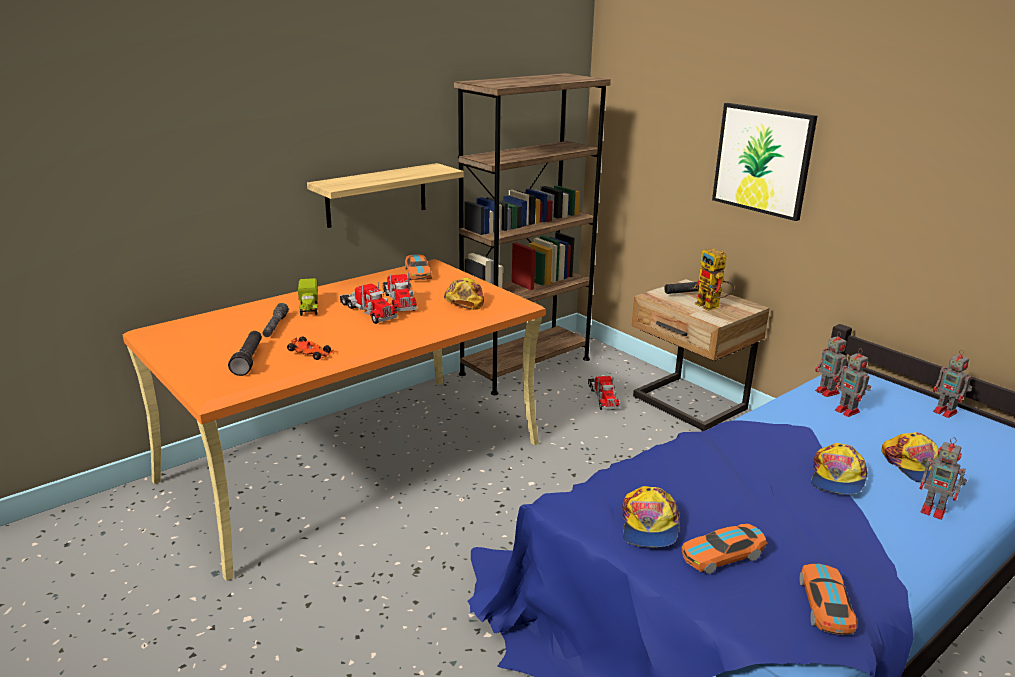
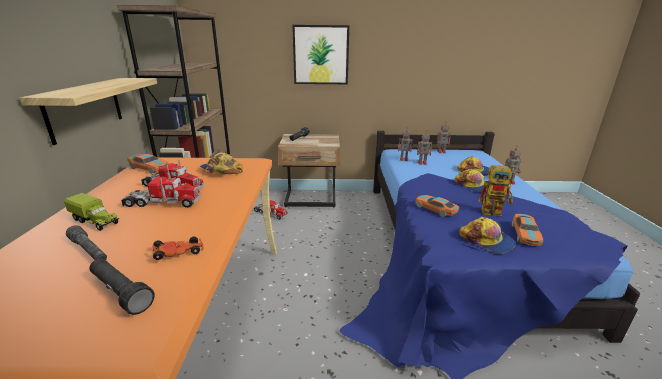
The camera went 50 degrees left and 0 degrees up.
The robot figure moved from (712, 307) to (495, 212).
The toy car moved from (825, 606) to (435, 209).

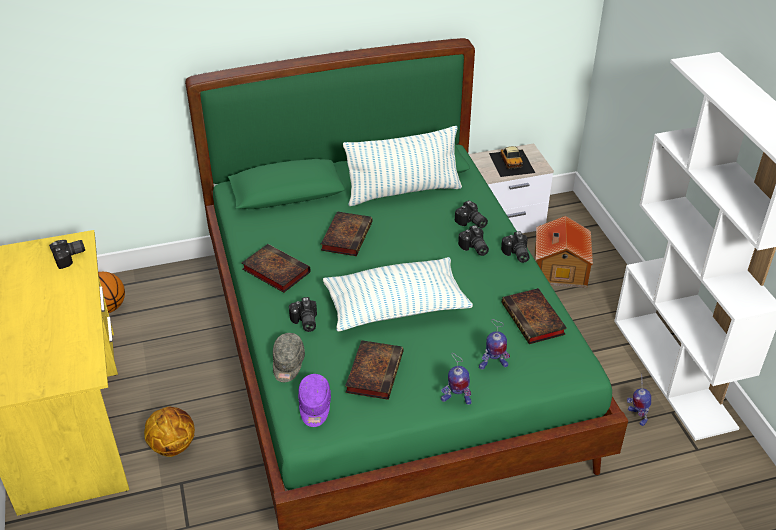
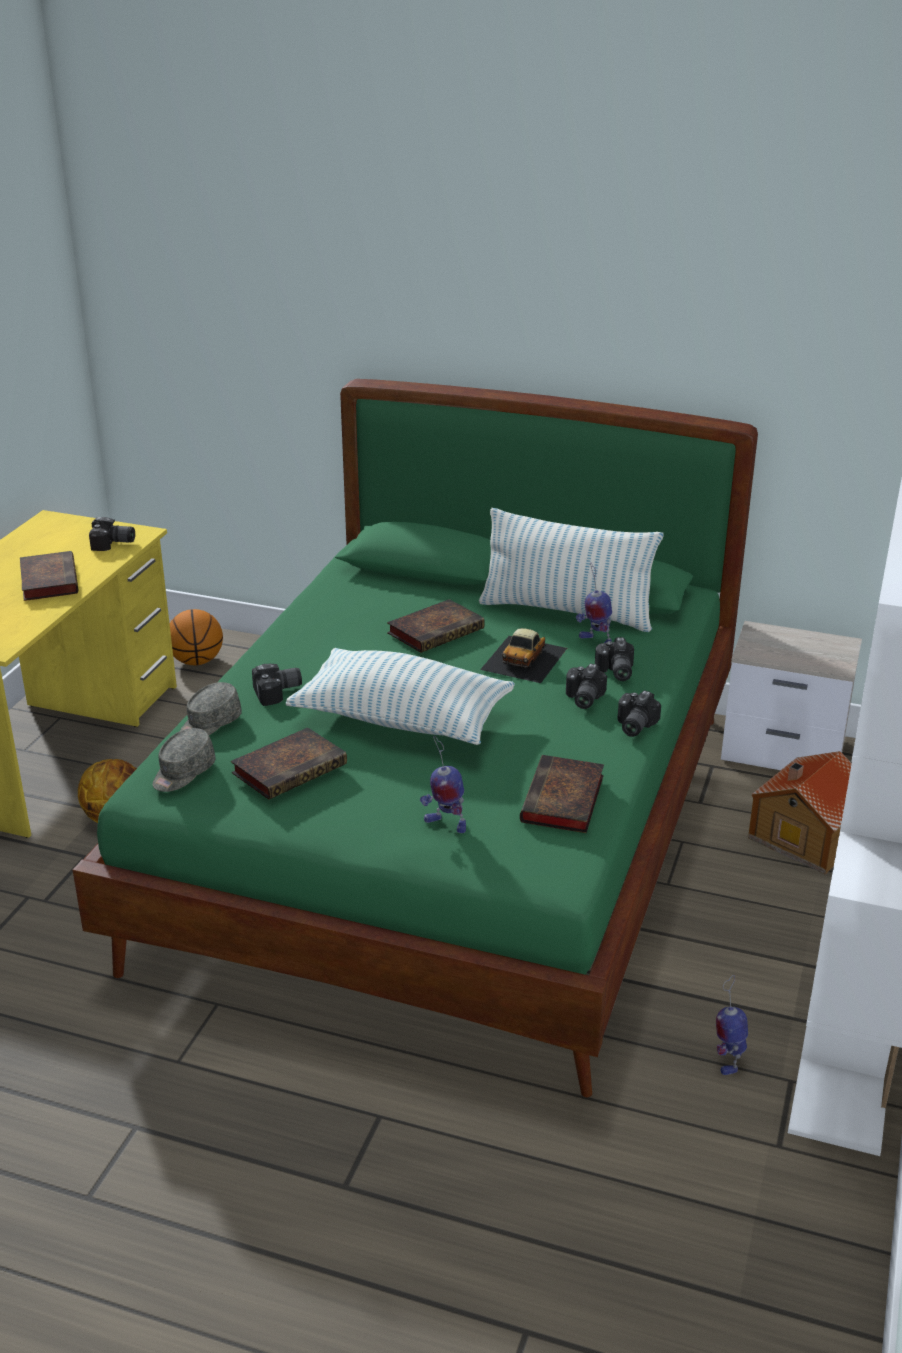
The camera went 35 degrees right and 10 degrees down.
The bound book moved from (274, 271) to (48, 580).
The robot figure moved from (456, 399) to (595, 641).
The toy car moved from (512, 162) to (525, 658).
The cap/purple-coloured at (314, 407) became the cap/gray at (183, 773).
The still camera at (304, 322) turned 135 degrees counterclockwise.

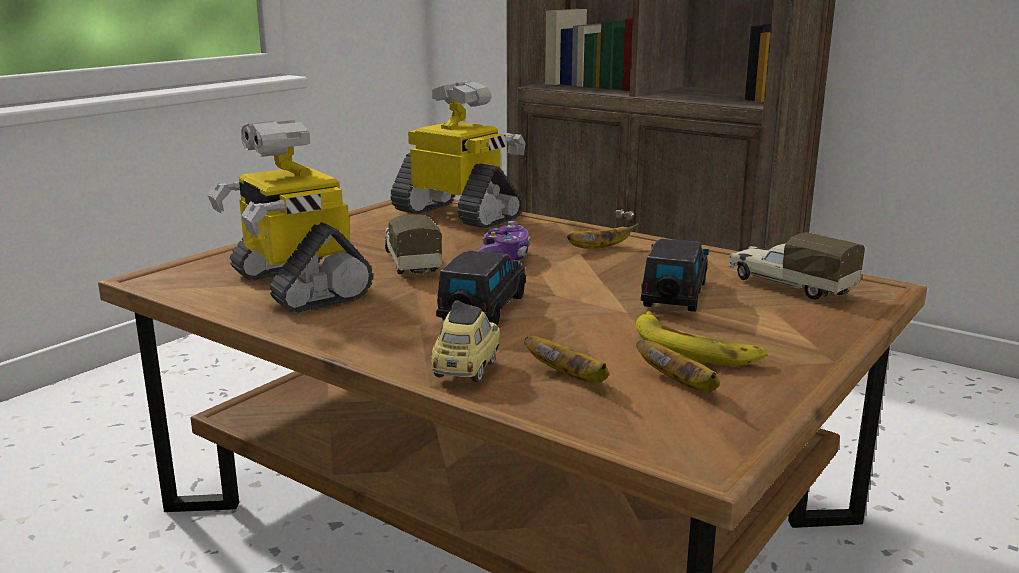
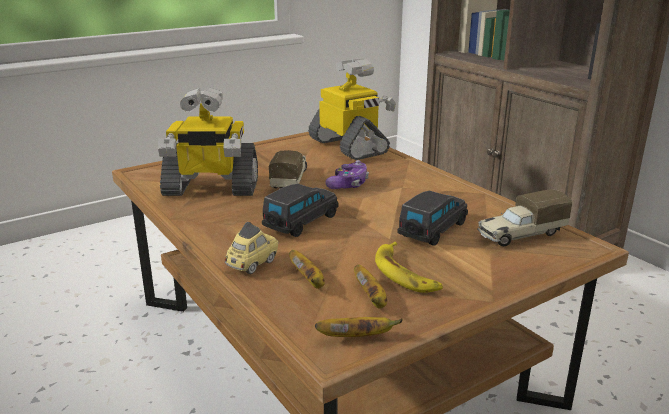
The camera went 20 degrees right and 5 degrees up.
The whole banana moved from (599, 249) to (356, 337).
The robot figure at (296, 286) turned 75 degrees counterclockwise.
The model truck at (788, 285) turned 90 degrees counterclockwise.

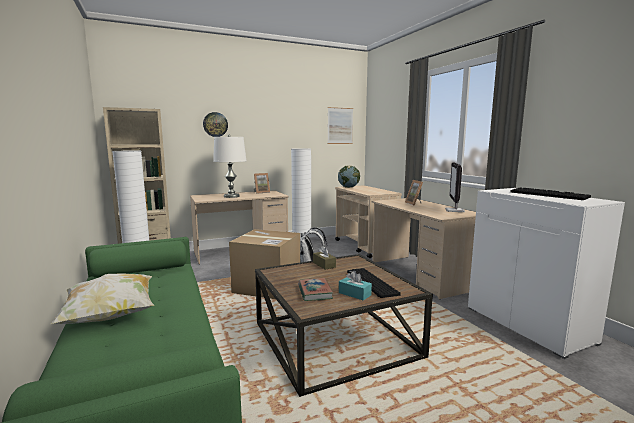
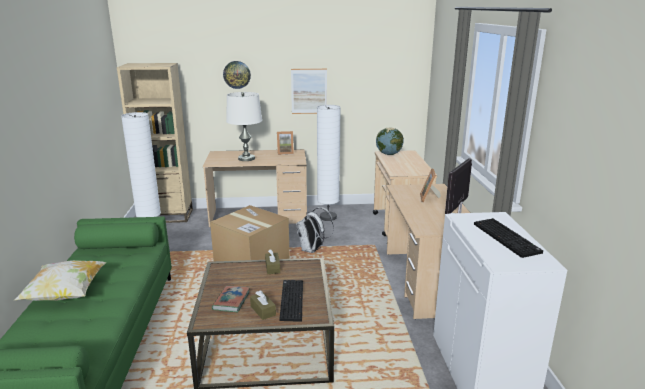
The camera went 20 degrees right and 10 degrees up.
The wall art moved from (340, 126) to (309, 91).
The box of tissues/turquoise-coloured at (354, 294) became the box of tissues/brown-coloured at (263, 310).

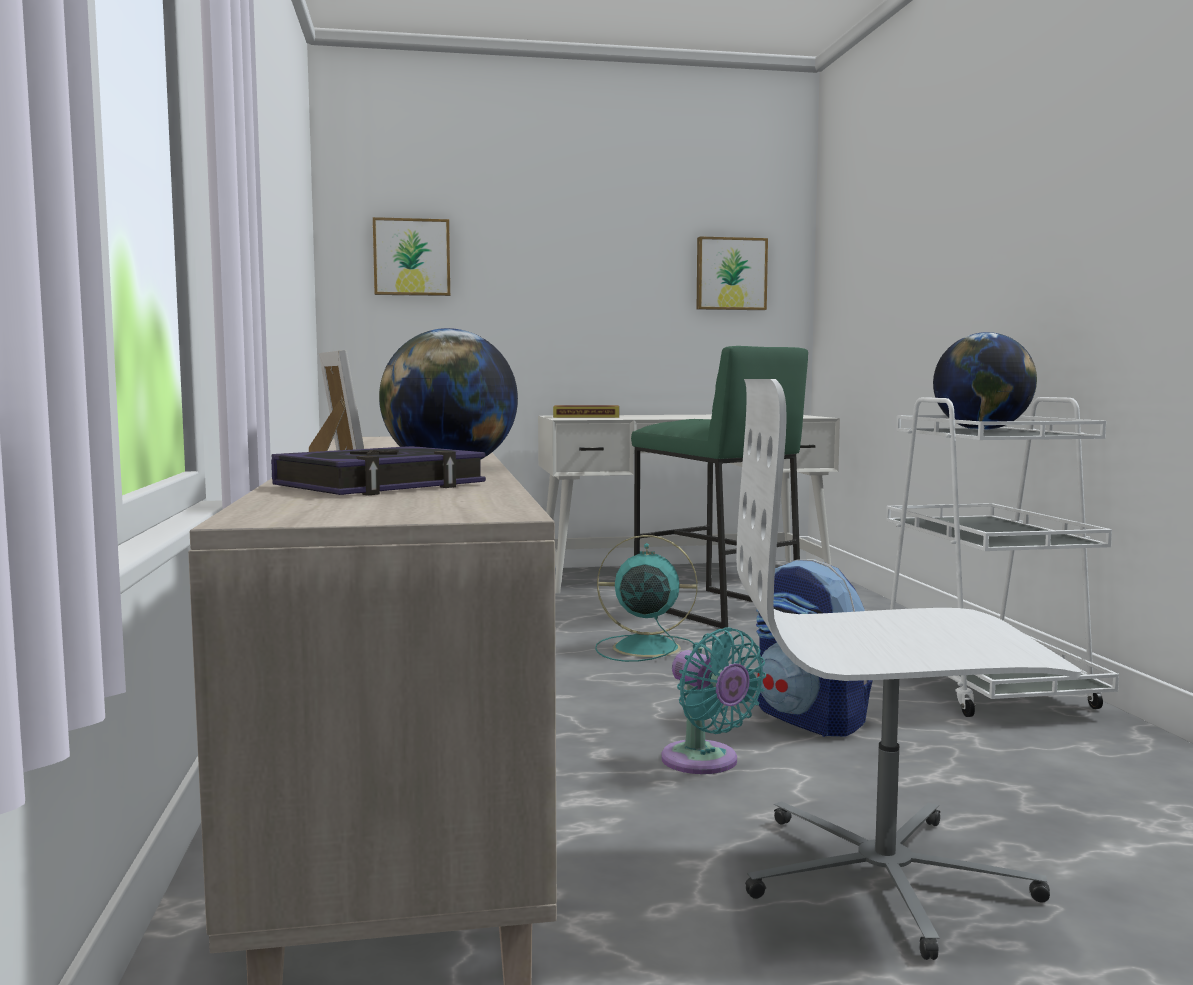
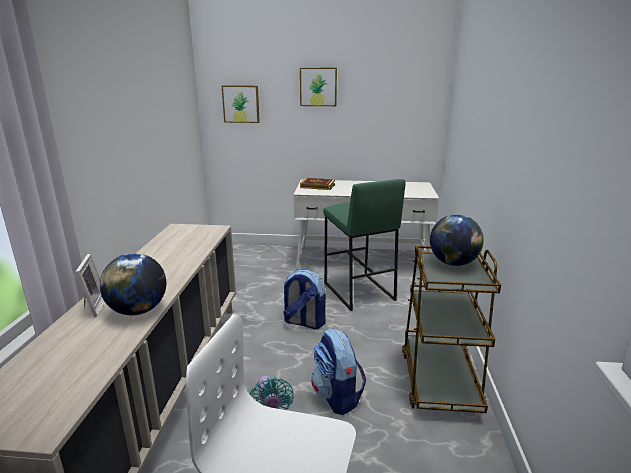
The camera went 15 degrees right and 15 degrees up.
The bound book at (381, 485) disappeared.
The wall art moved from (730, 274) to (318, 86).
The fan/turquoise-coloured at (643, 648) was replaced by the backpack at (303, 322).
The wheeled cart/white-coloured at (982, 685) became the wheeled cart/brown-coloured at (439, 380).

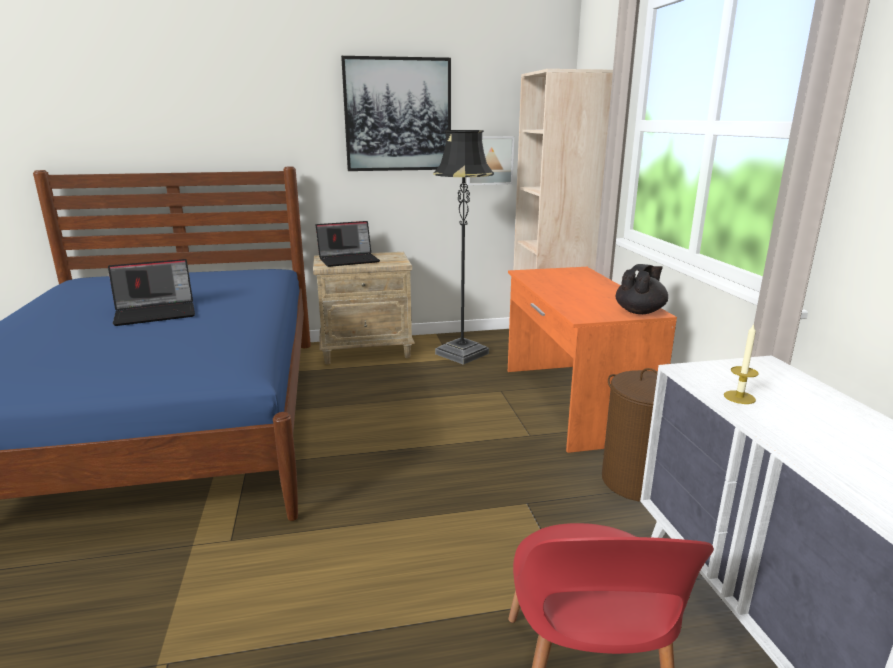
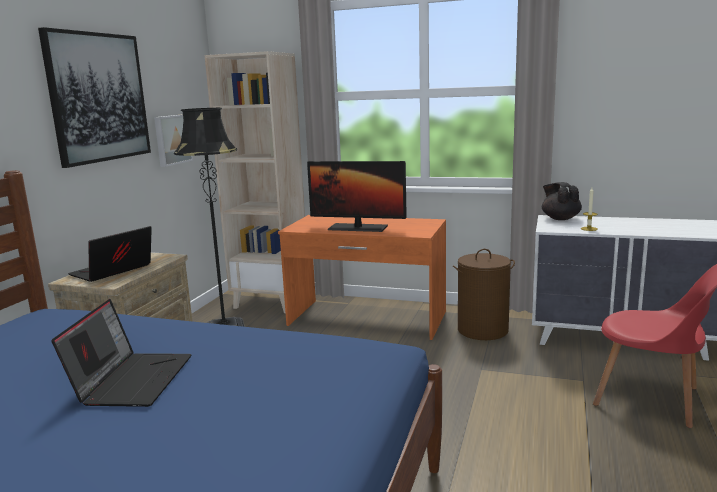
The camera went 60 degrees left and 5 degrees down.
The computer screen at (357, 228) appeared.
The teapot/black-coloured moved from (640, 311) to (560, 218).
The laptop at (349, 260) turned 150 degrees counterclockwise.

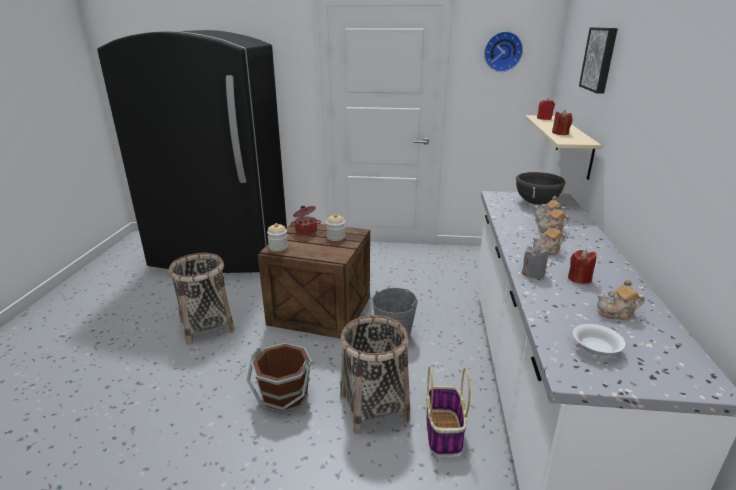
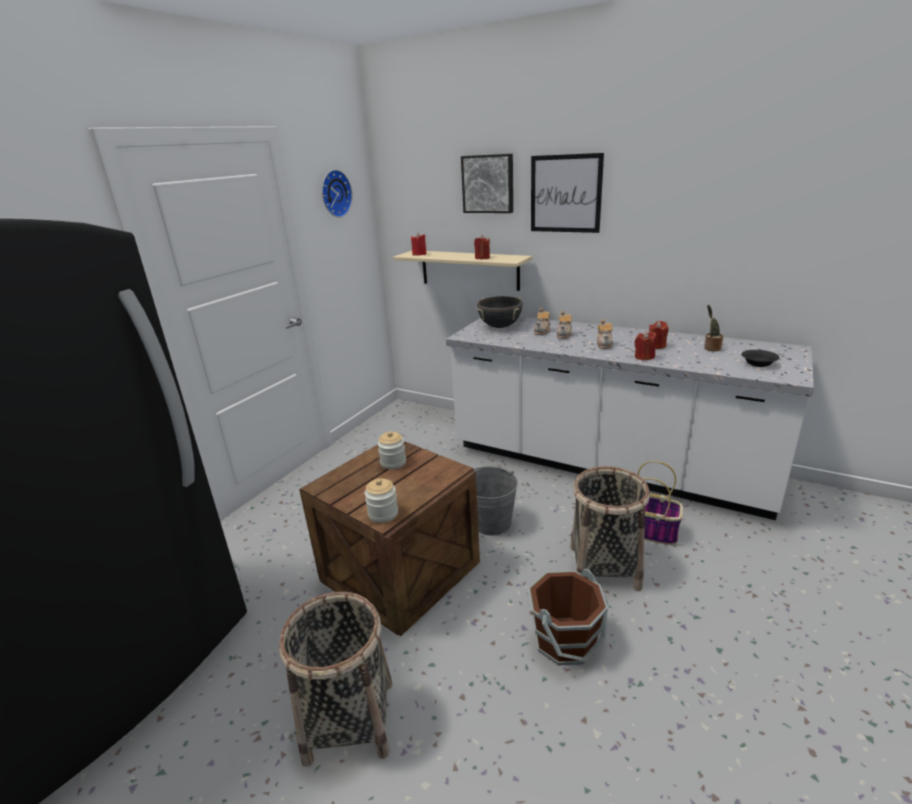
The camera went 65 degrees left and 0 degrees up.
The saucepot at (306, 231) disappeared.
The wall art at (565, 194) appeared.
The teapot at (616, 313) was replaced by the potted plant at (711, 348).
The wax candle/gray at (533, 273) became the wax candle/red-coloured at (644, 357).
The serving bowl/white-coloured at (595, 349) became the serving bowl/black-coloured at (758, 364).

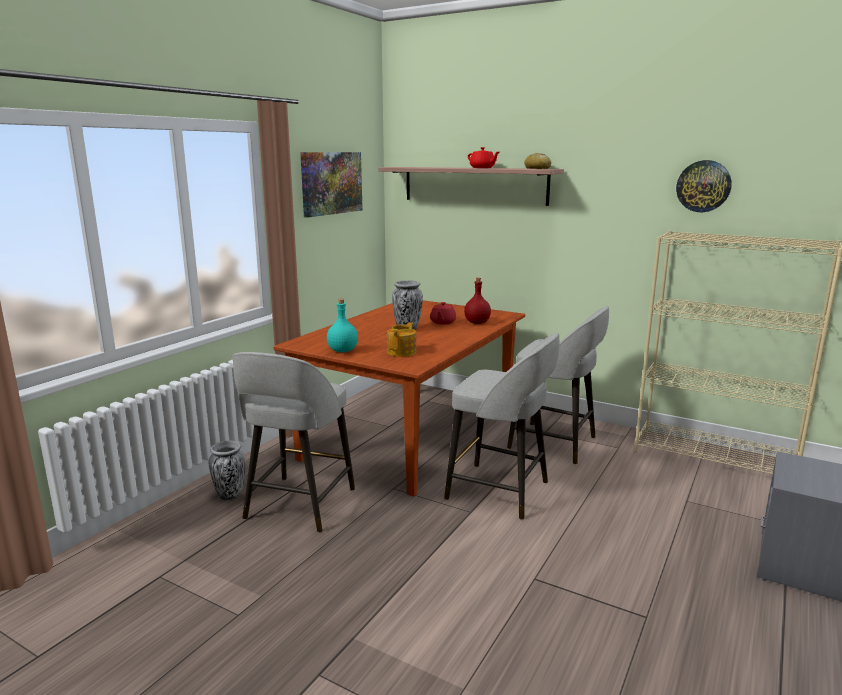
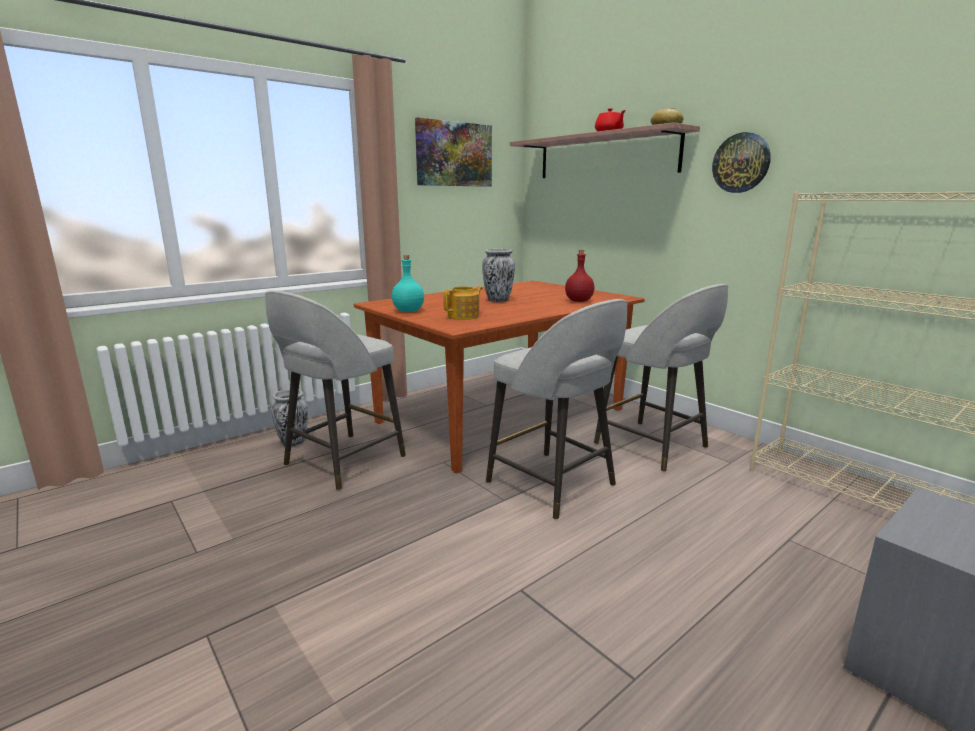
The camera went 20 degrees right and 0 degrees up.
The teapot/red-coloured at (442, 322) disappeared.
The wall clock moved from (703, 186) to (741, 163).

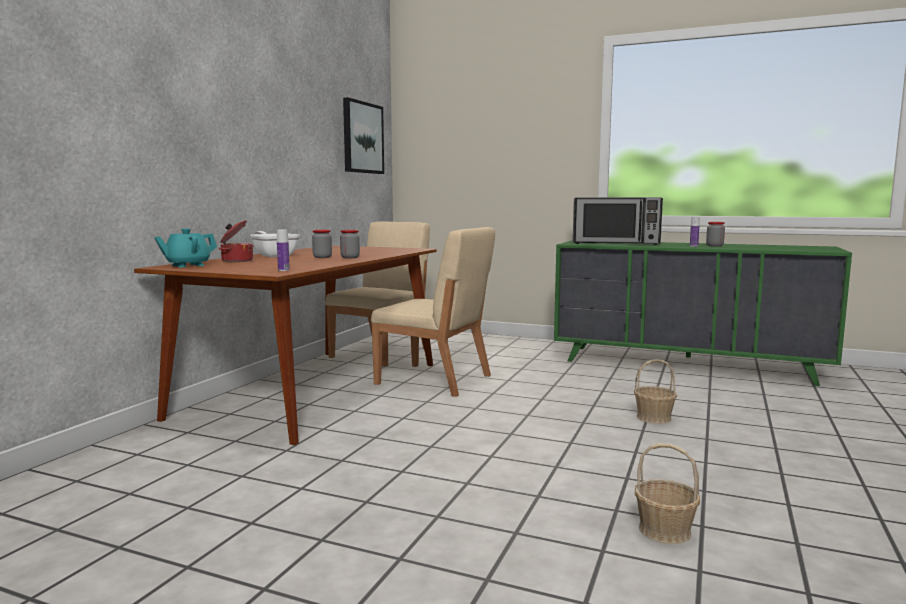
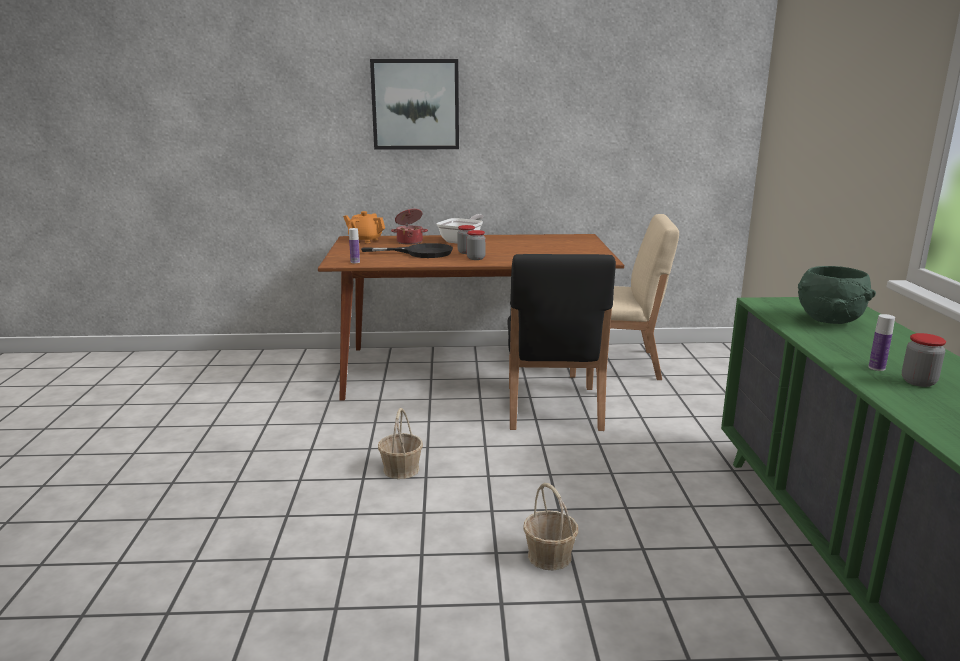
The camera went 65 degrees right and 10 degrees up.
The skillet/black-coloured at (420, 253) appeared.
The wall art moved from (362, 138) to (415, 104).
The household basket moved from (665, 531) to (401, 469).
The kitchen microwave at (615, 243) was replaced by the serving bowl/green-coloured at (829, 320).
The teapot/turquoise-coloured at (187, 265) became the teapot/orange-coloured at (365, 240).
The plain chair/beige-coloured at (434, 380) became the plain chair/black-coloured at (552, 408).

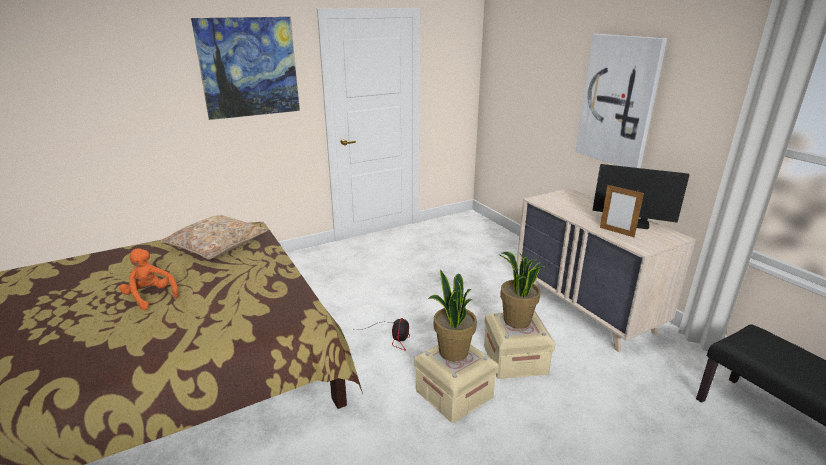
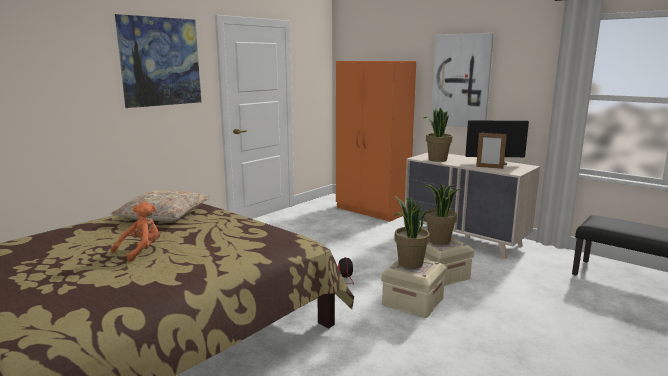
The camera went 20 degrees left and 10 degrees down.
The armoire/orange-coloured at (372, 210) appeared.
The potted plant at (437, 159) appeared.
The soft toy/orange-coloured at (151, 297) turned 105 degrees clockwise.

